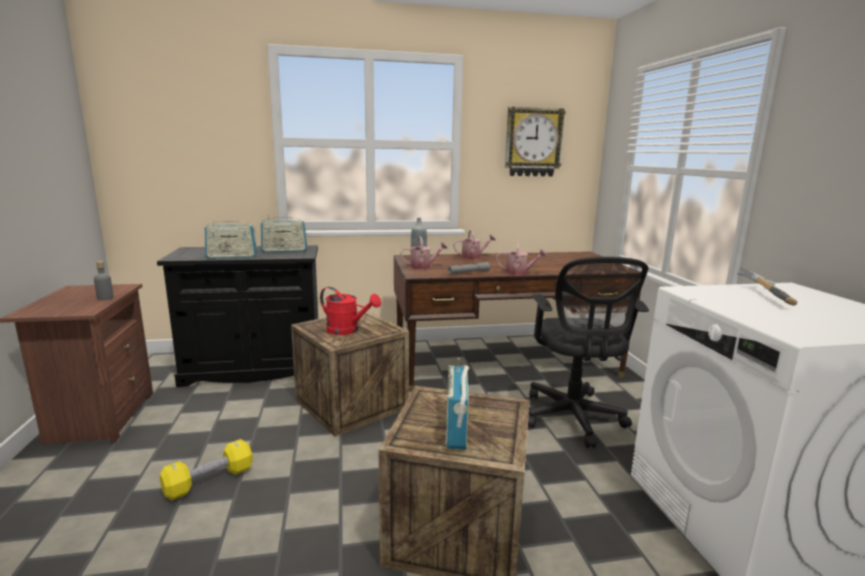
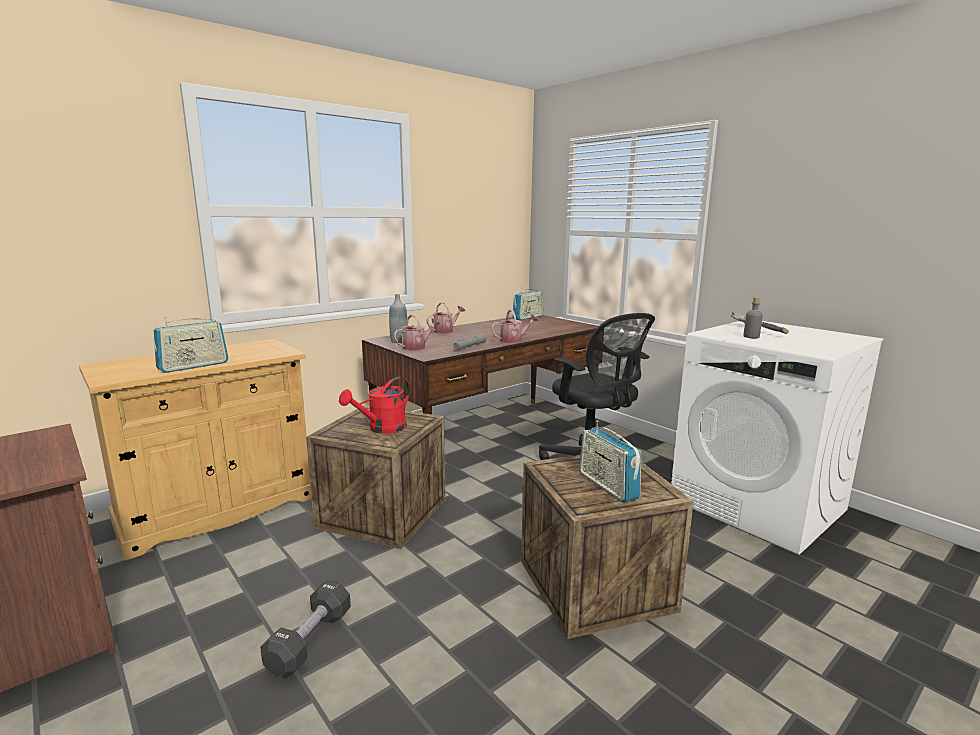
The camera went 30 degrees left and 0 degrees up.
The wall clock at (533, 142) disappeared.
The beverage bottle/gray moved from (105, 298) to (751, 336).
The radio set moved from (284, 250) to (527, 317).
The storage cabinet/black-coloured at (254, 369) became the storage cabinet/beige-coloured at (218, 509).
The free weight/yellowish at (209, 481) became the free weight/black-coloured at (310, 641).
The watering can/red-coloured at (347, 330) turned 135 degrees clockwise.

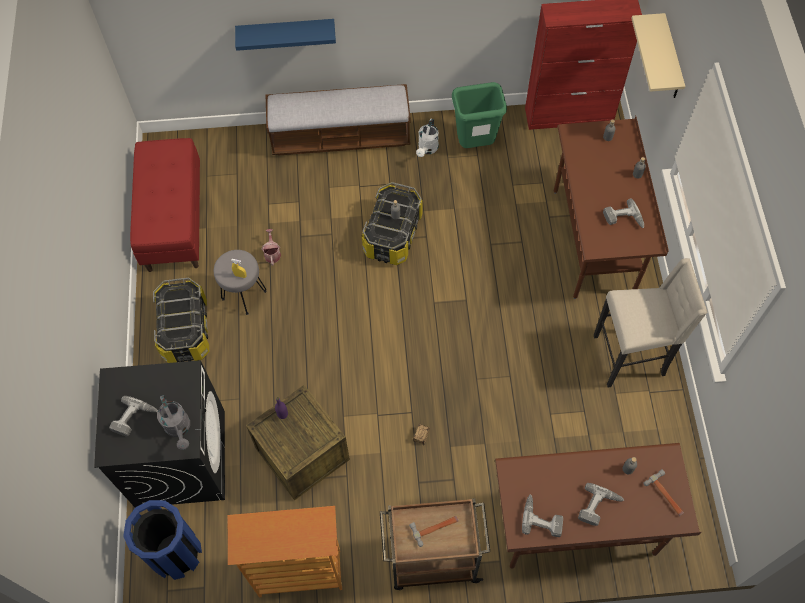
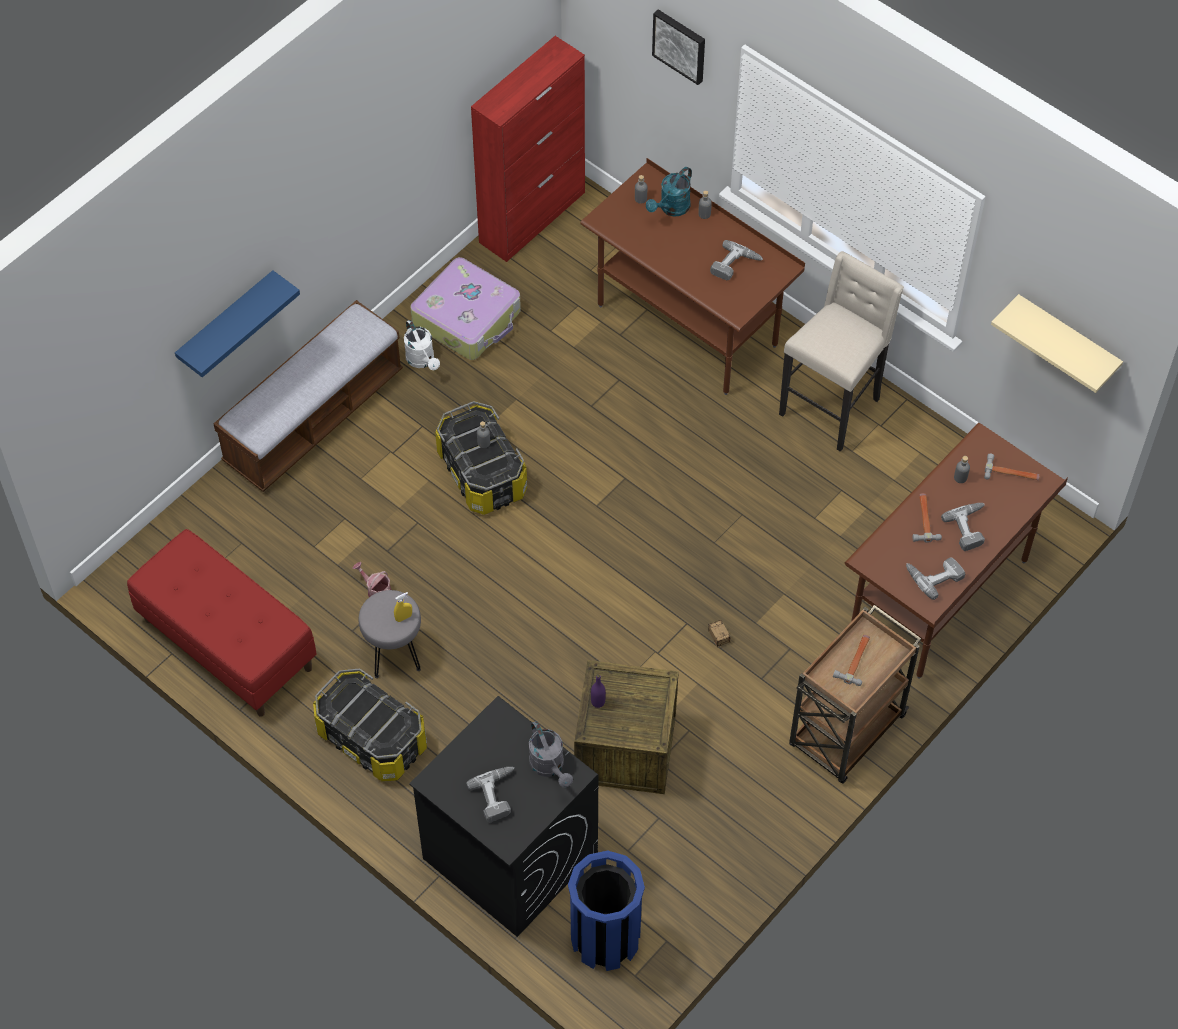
The camera went 45 degrees left and 5 degrees down.
The bookcase at (299, 573) disappeared.
The watering can/turquoise-coloured at (671, 209) appeared.
The wall art at (680, 45) appeared.
The hammer at (924, 519) appeared.
The wall shelf/beige-coloured moved from (671, 60) to (1066, 340).
The rubbish bin/green-coloured at (475, 144) was replaced by the travel case at (468, 318).
The watering can/gray at (179, 429) turned 45 degrees clockwise.

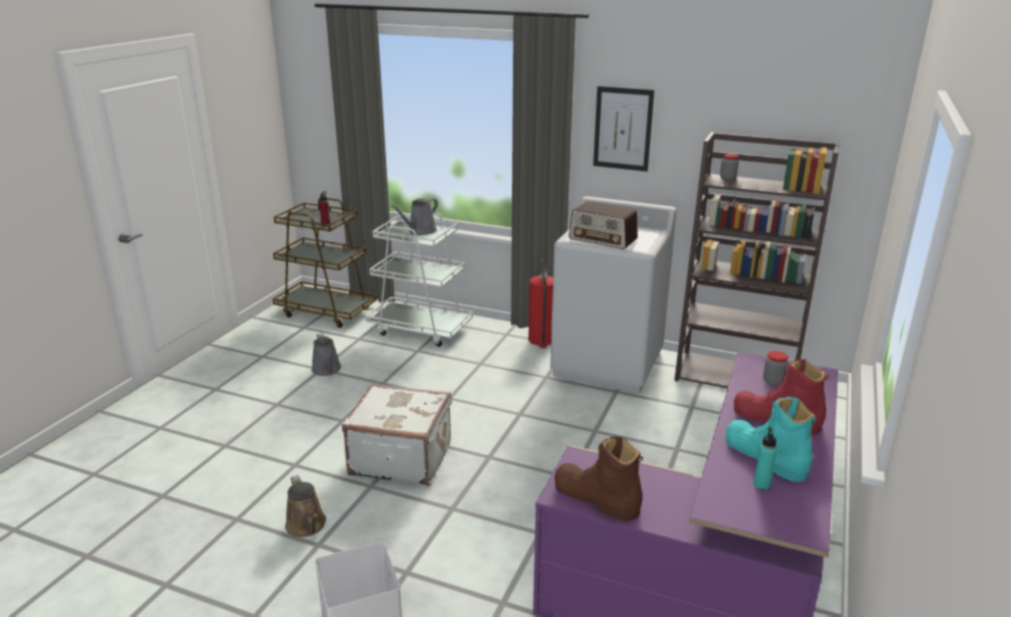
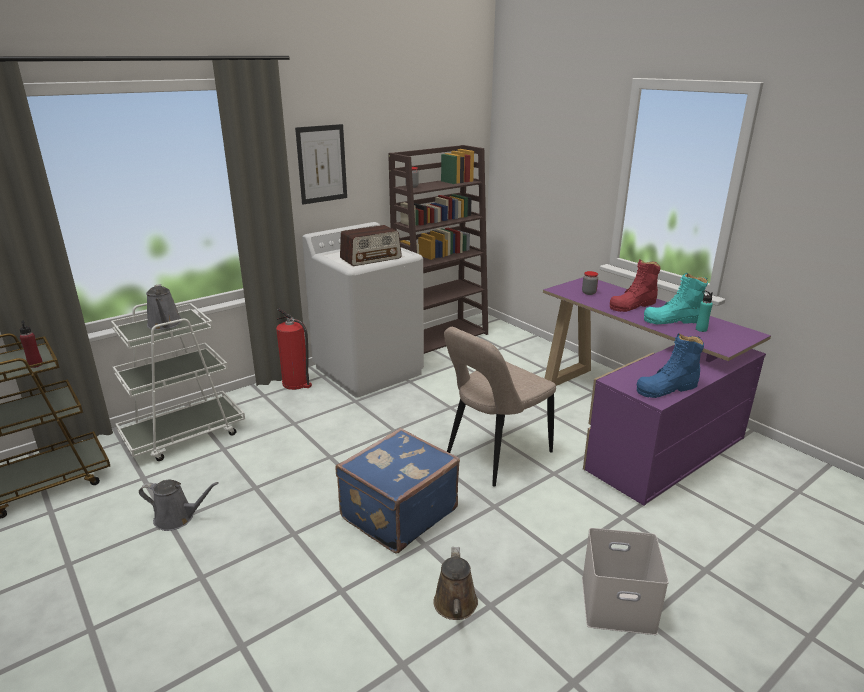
The camera went 60 degrees left and 0 degrees up.
The plain chair/beige-coloured at (494, 456) appeared.
The travel case/white-coloured at (401, 458) became the travel case/bluish at (397, 513).
The high-top boot/brown-coloured at (596, 498) became the high-top boot/bluish at (667, 388).
The watering can/brown-coloured at (307, 526) turned 90 degrees clockwise.

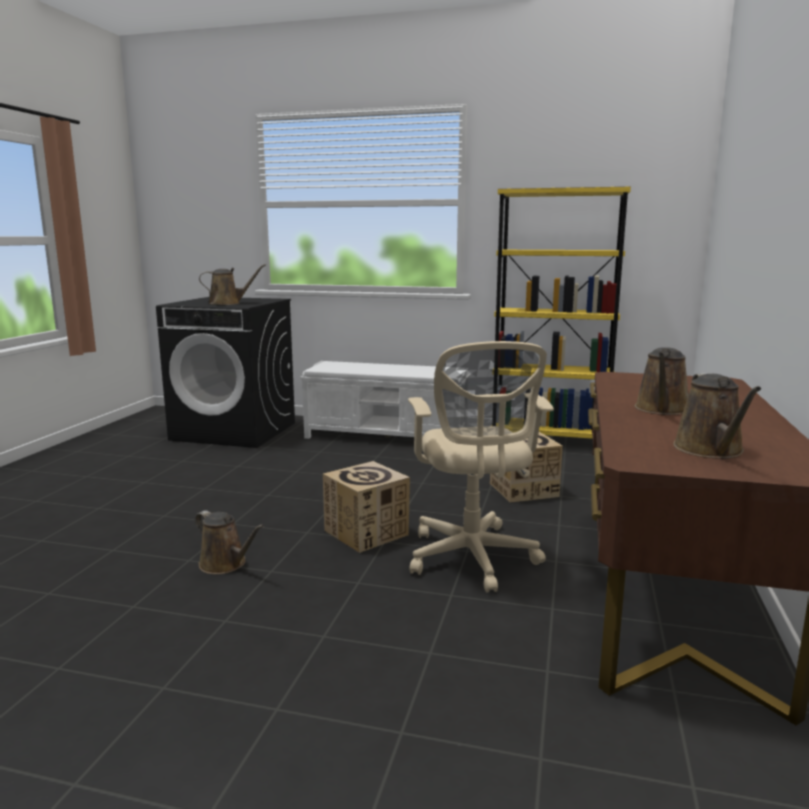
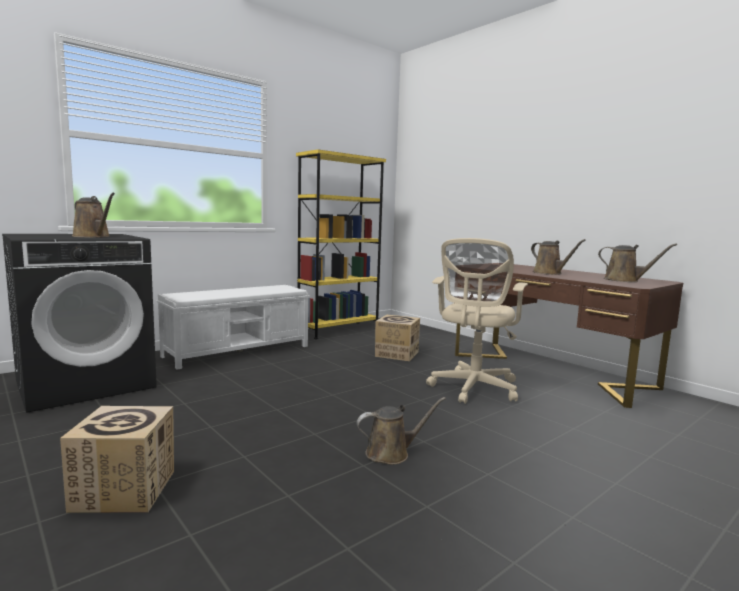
The camera went 55 degrees left and 5 degrees down.
The carton moved from (366, 533) to (125, 490).
The watering can/brown-coloured at (228, 303) turned 105 degrees clockwise.
The computer chair/beige-coloured at (473, 559) turned 90 degrees clockwise.

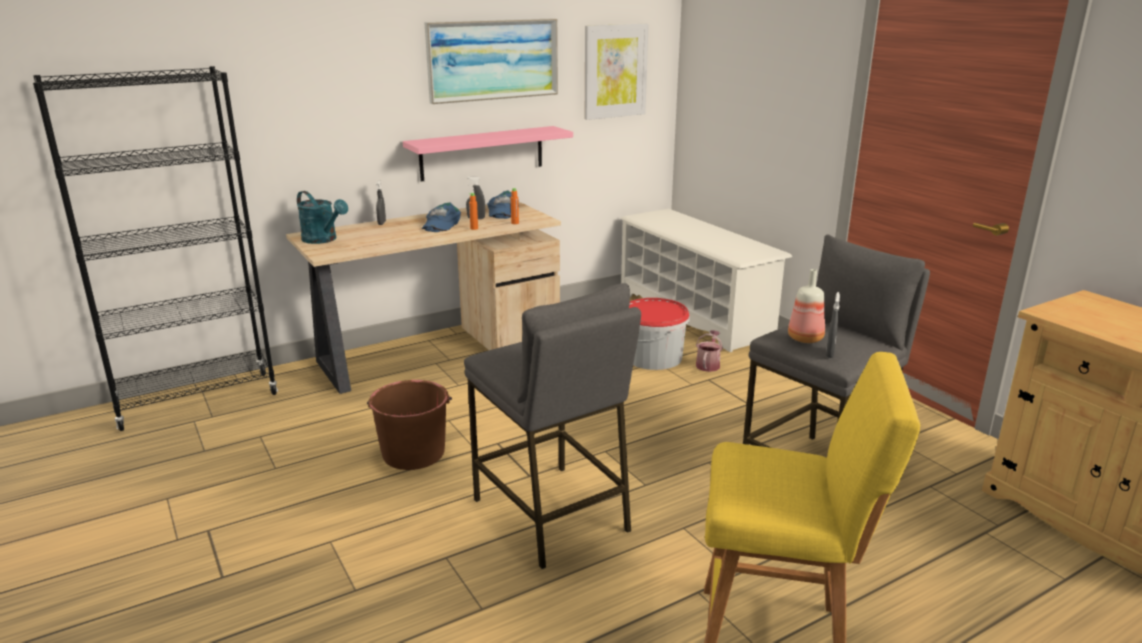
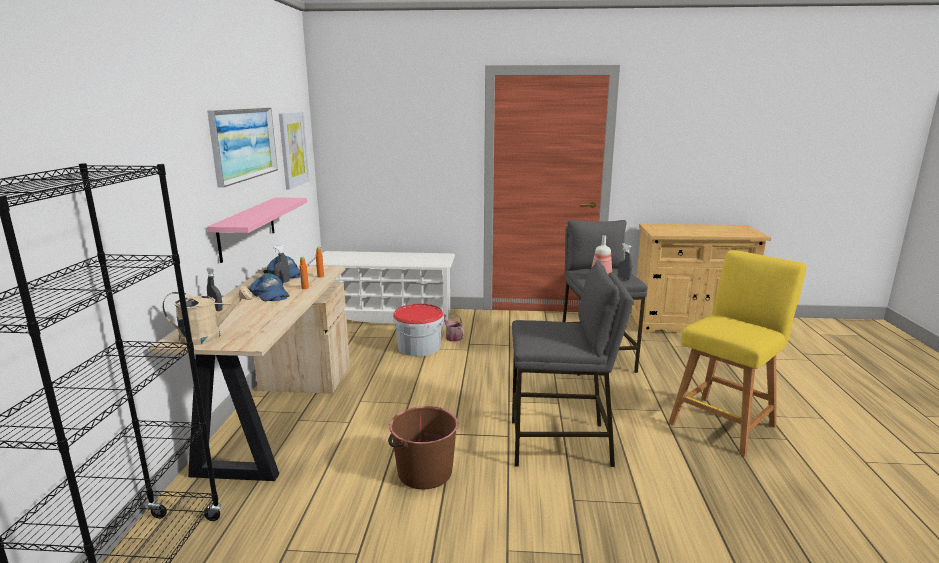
The camera went 55 degrees left and 5 degrees down.
The watering can/turquoise-coloured at (323, 240) became the watering can/beige-coloured at (209, 337).

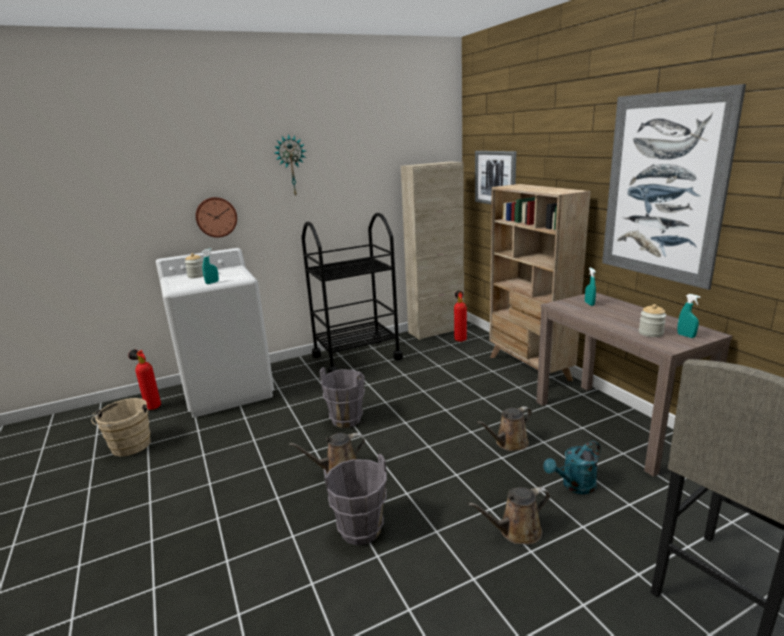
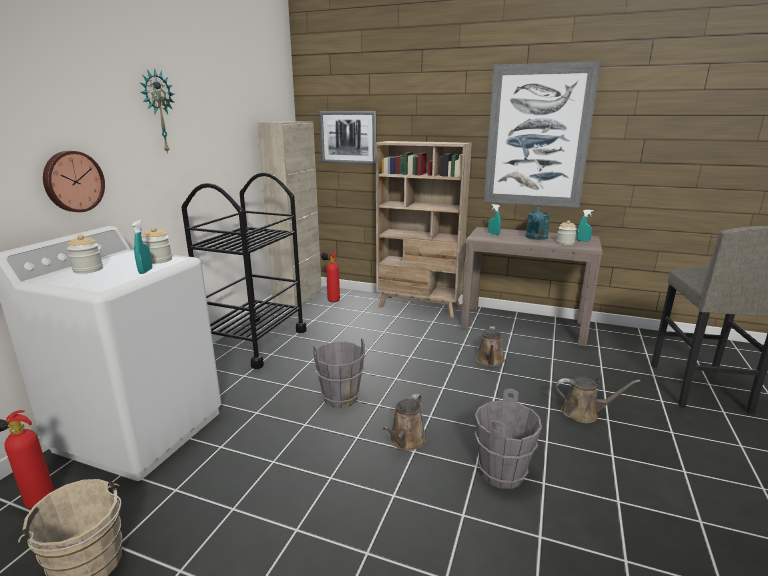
The camera went 45 degrees left and 0 degrees up.
The jar at (159, 260) appeared.
The watering can/turquoise-coloured moved from (574, 486) to (536, 238).
The watering can/brown-coloured at (516, 531) turned 105 degrees counterclockwise.

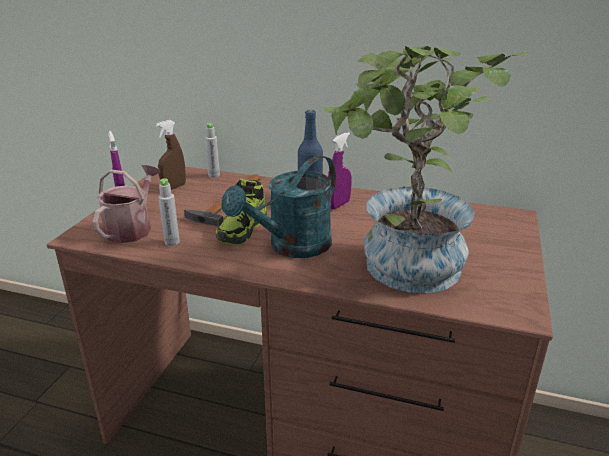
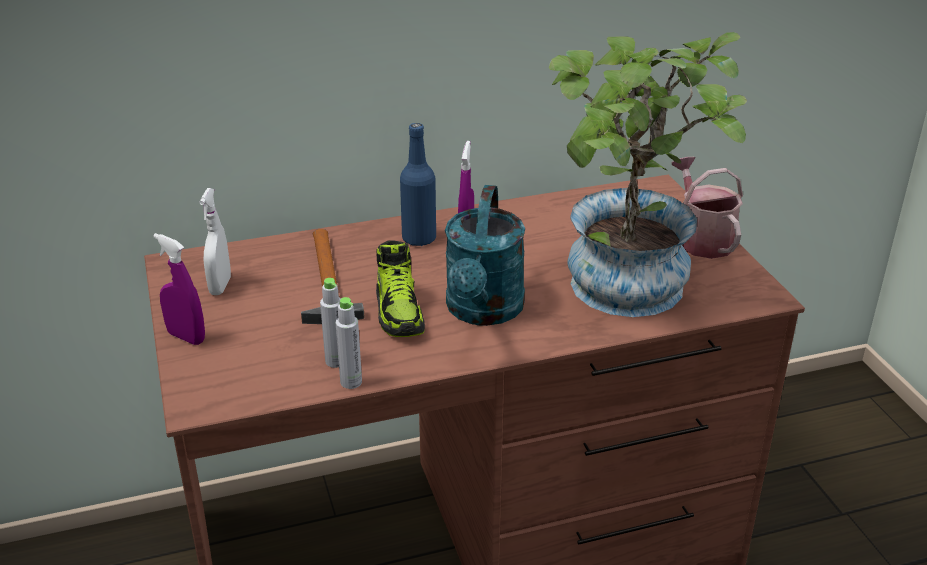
The camera went 35 degrees left and 5 degrees up.
The watering can moved from (132, 228) to (702, 238).
The beverage bottle/gray moved from (214, 175) to (351, 382).
The hand sprayer/brown-coloured at (174, 187) became the hand sprayer/white-coloured at (220, 286).

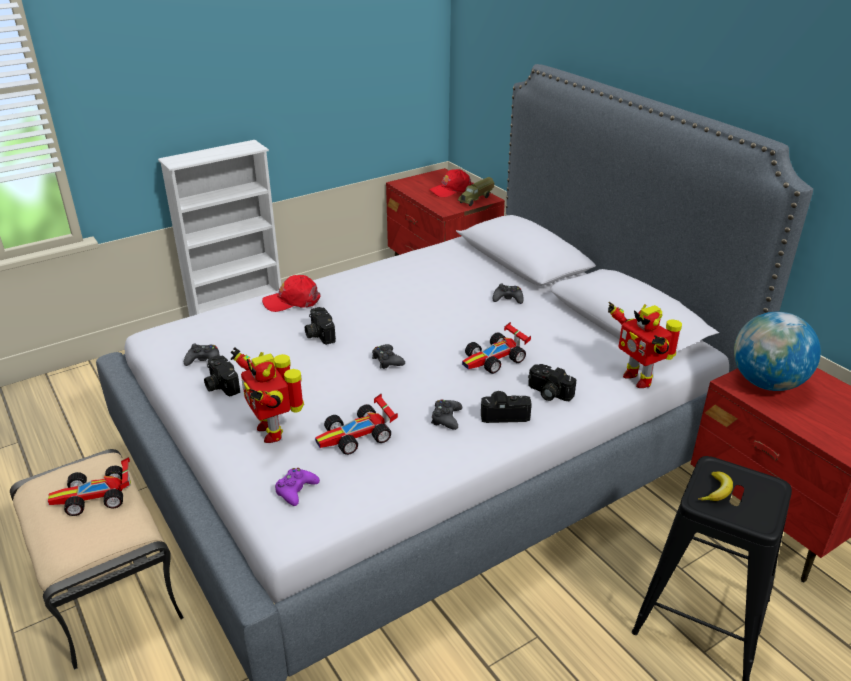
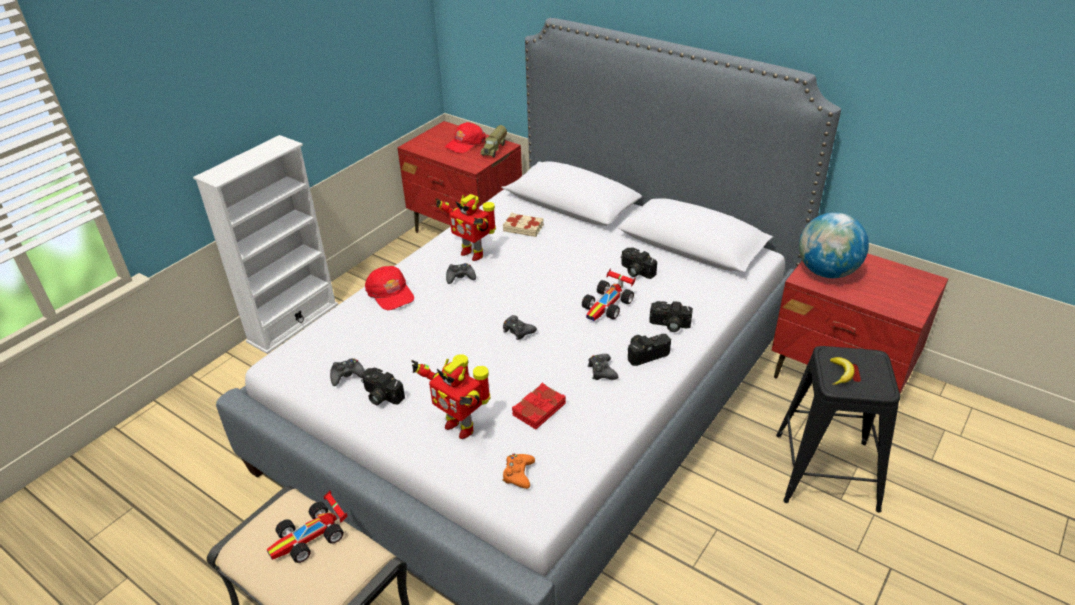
The camera went 20 degrees left and 5 degrees up.
The bound book/beige-coloured at (523, 228) appeared.
The still camera moved from (318, 334) to (635, 271).
The gamepad/black-coloured moved from (508, 299) to (460, 277).
The robot figure moved from (638, 378) to (472, 253).
The toy car at (357, 436) was replaced by the bound book/red-coloured at (538, 409).
The gamepad/purple-coloured at (296, 490) became the gamepad/orange-coloured at (518, 474).
The cap/red-coloured at (292, 301) turned 90 degrees counterclockwise.

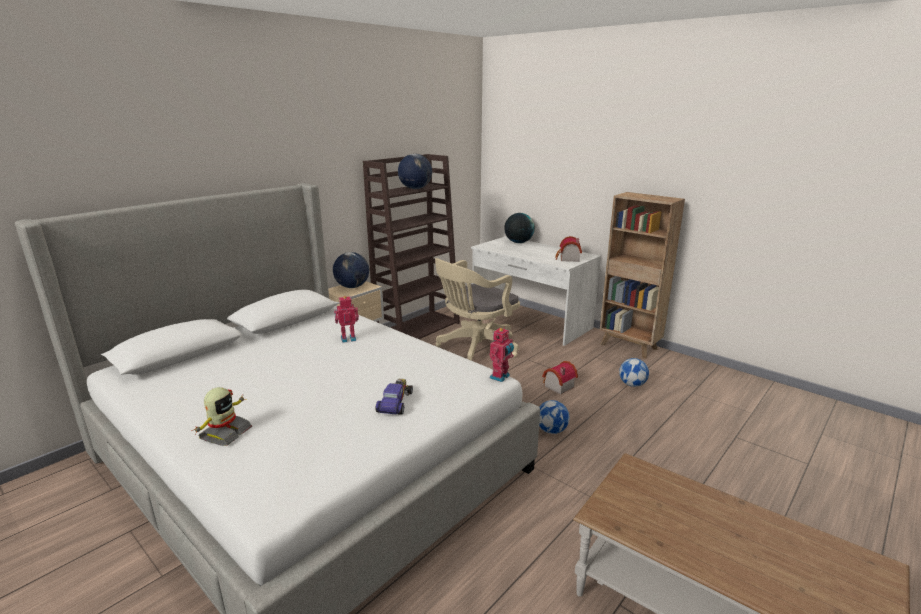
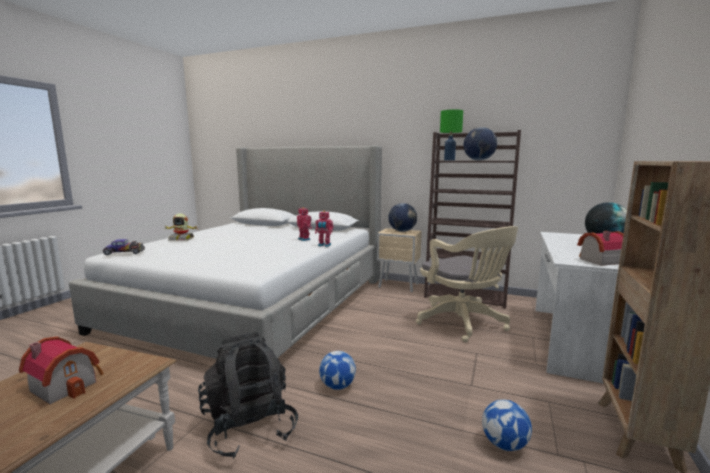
The camera went 70 degrees right and 10 degrees down.
The backpack/black-coloured at (249, 427) appeared.
The table lamp/green-coloured at (449, 160) appeared.
The toy car moved from (395, 402) to (125, 252).
The robot figure moved from (501, 377) to (324, 245).
The model house moved from (557, 386) to (67, 384).
The computer chair/beige-coloured at (475, 348) turned 150 degrees counterclockwise.

